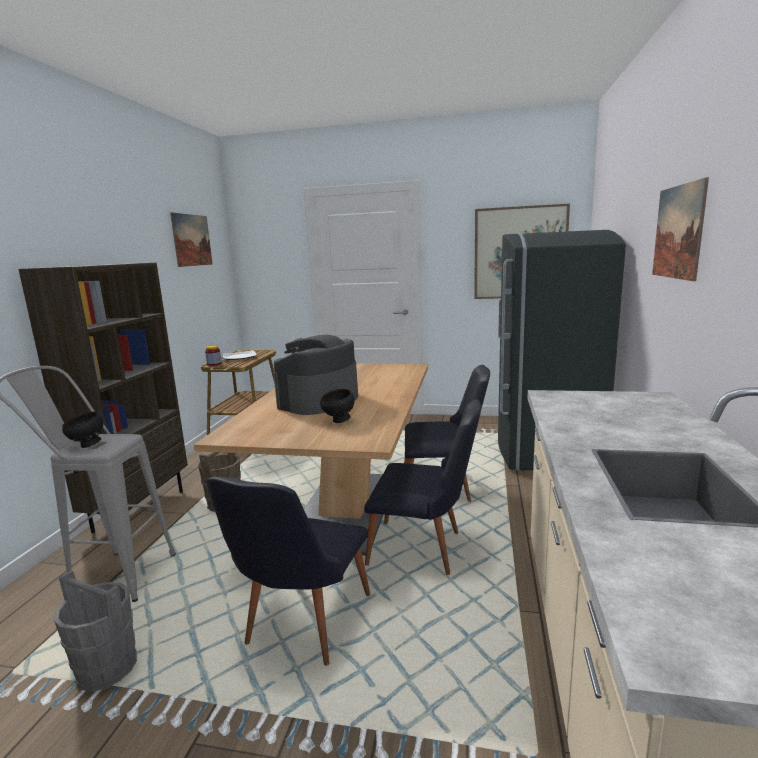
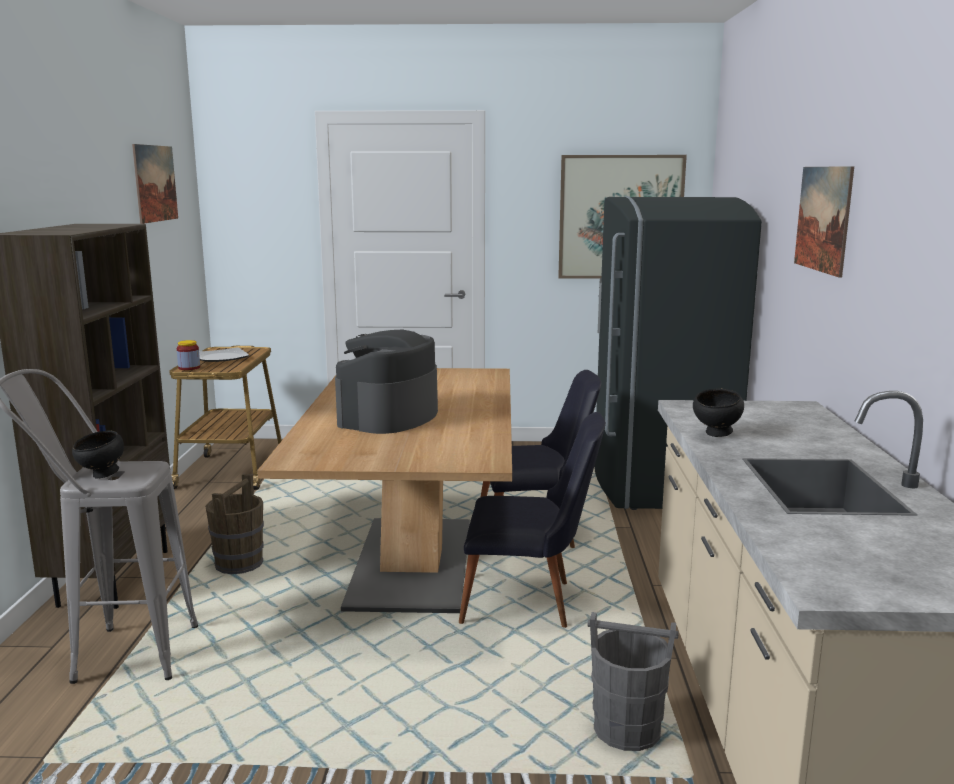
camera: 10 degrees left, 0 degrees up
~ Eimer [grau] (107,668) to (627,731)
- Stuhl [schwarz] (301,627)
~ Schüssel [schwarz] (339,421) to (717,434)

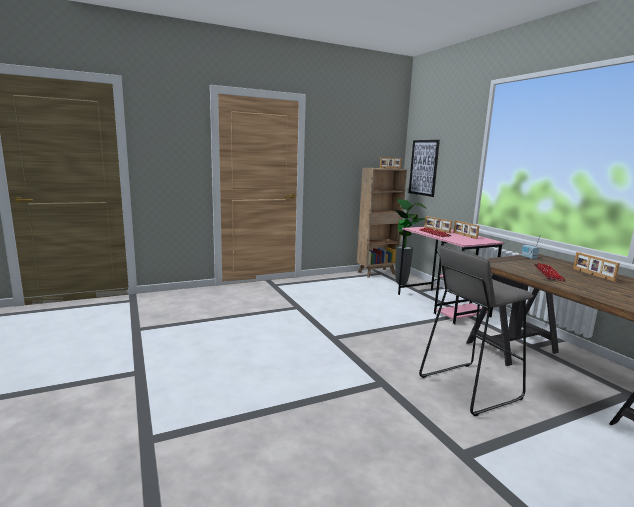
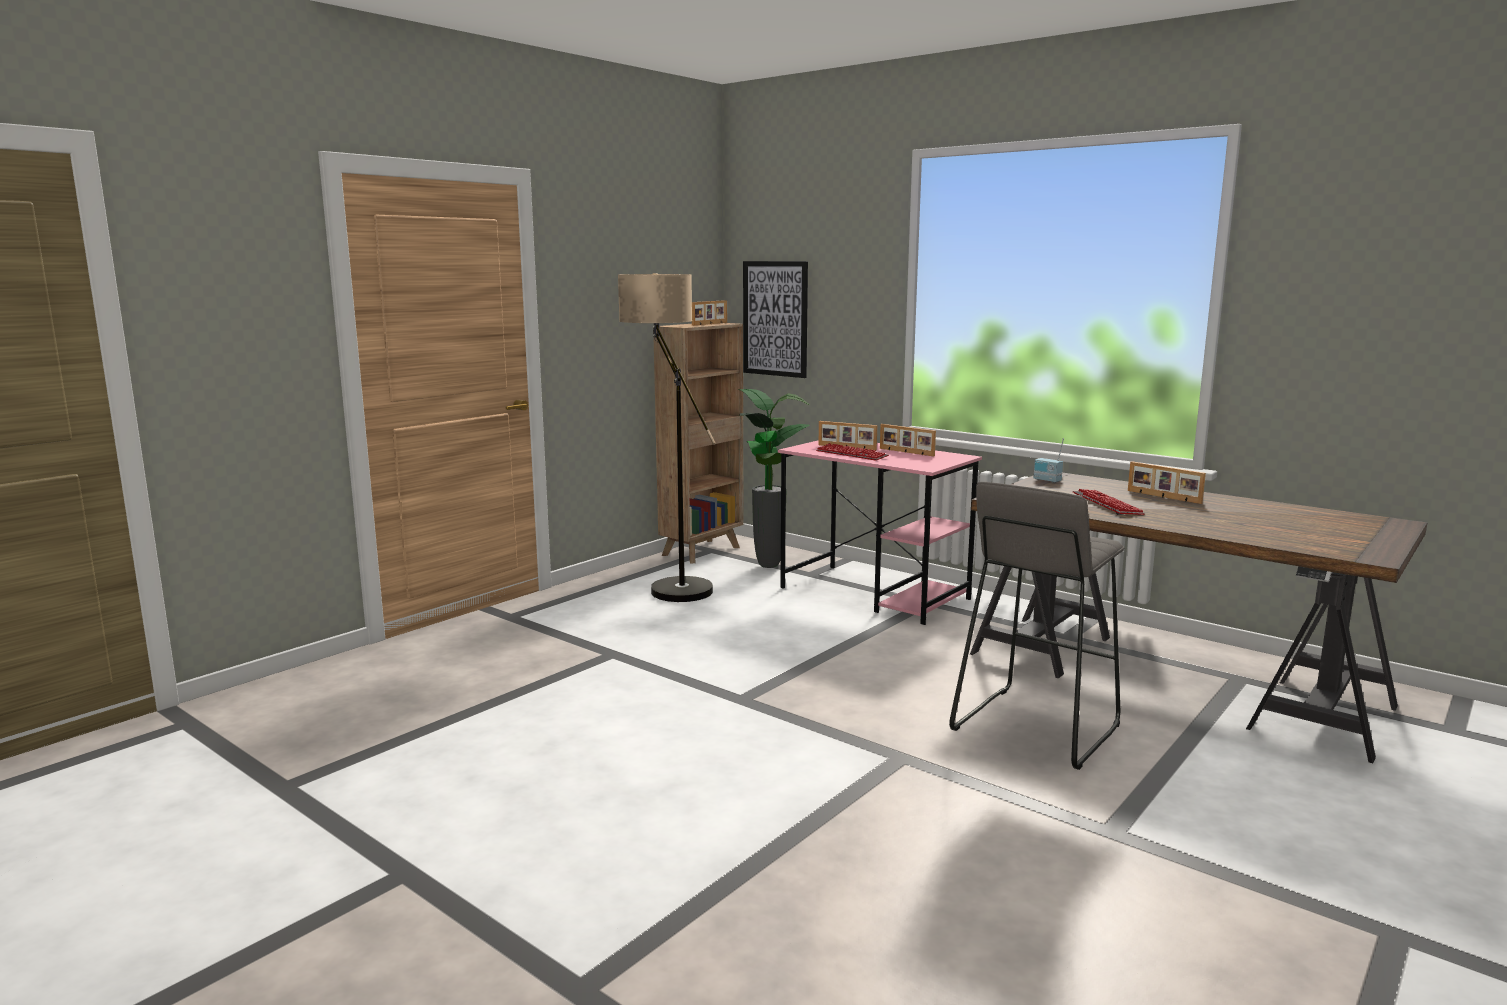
camera: 25 degrees left, 0 degrees up
+ Stehlampe (671,584)

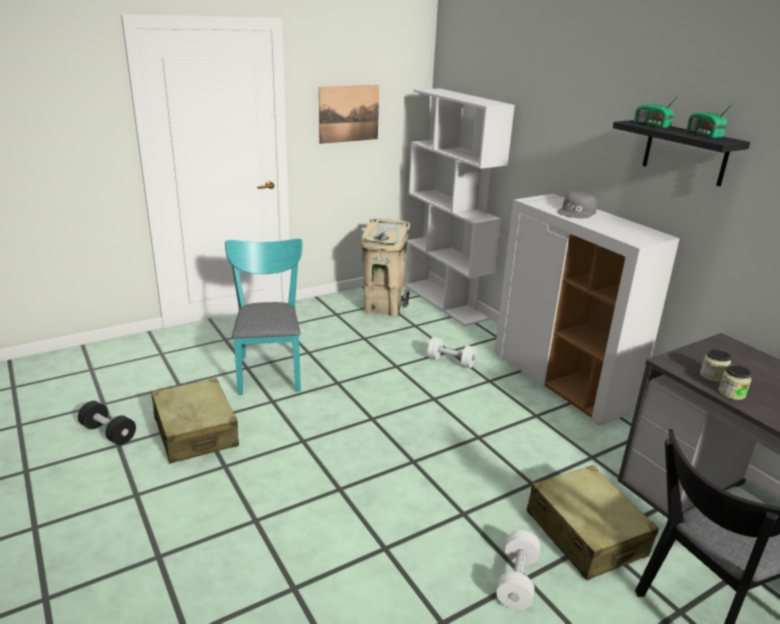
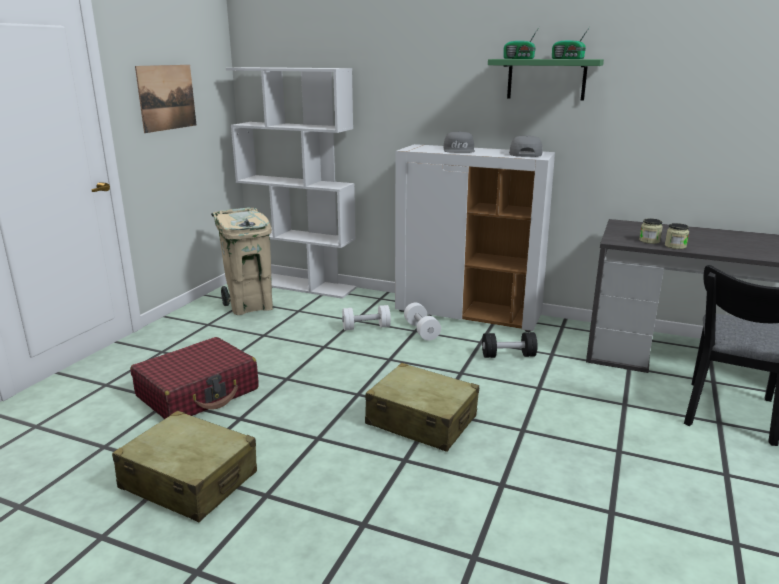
camera: 35 degrees left, 5 degrees down
~ Hantel [schwarz] (108,433) to (508,355)
~ Stuhl [türkis] (269,369) to Koffer [rot] (198,393)
~ Hantel [weiß] (517,580) to (421,331)
~ Koffer [beige] (585,534) to (421,421)
~ Wandregal [schwarz] (685,153) to Wandregal [grün] (546,79)
+ Kappe [grau] (524,154)

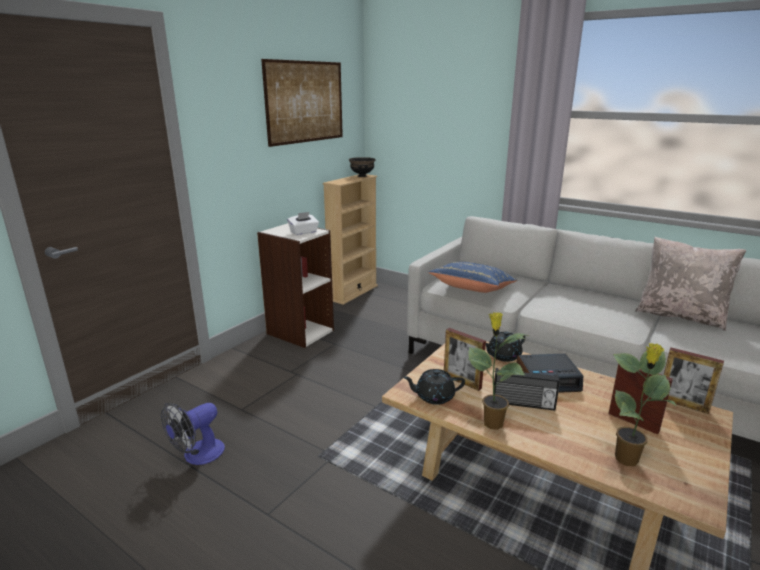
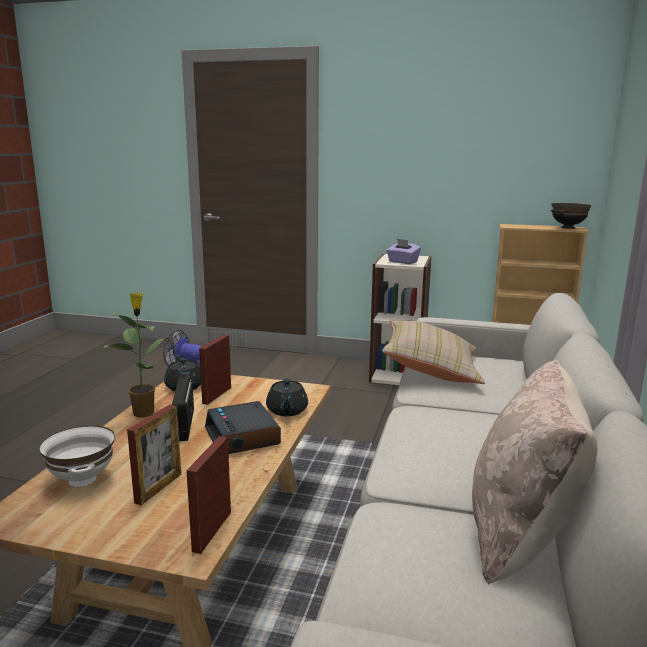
camera: 70 degrees right, 5 degrees down
- Bild (305,102)
~ Taschentuchbox [weiß] (304,232) to Taschentuchbox [lila] (402,262)
~ Kissen [blau] (472,290) to Kissen [beige] (431,370)
~ Teekanne [schwarz] (503,356) = (286,411) 135 degrees counterclockwise
~ Topfpflanze (627,460) to Schüssel [weiß] (83,480)

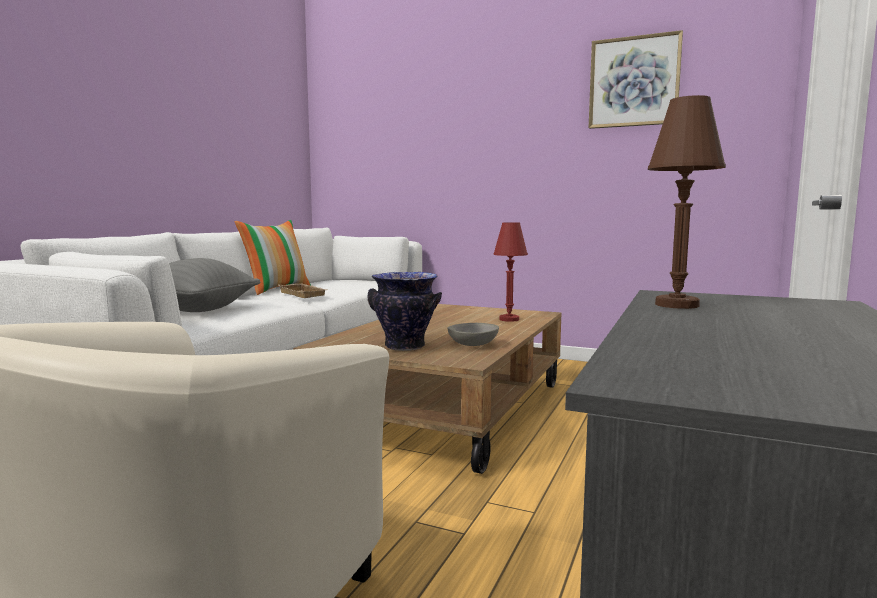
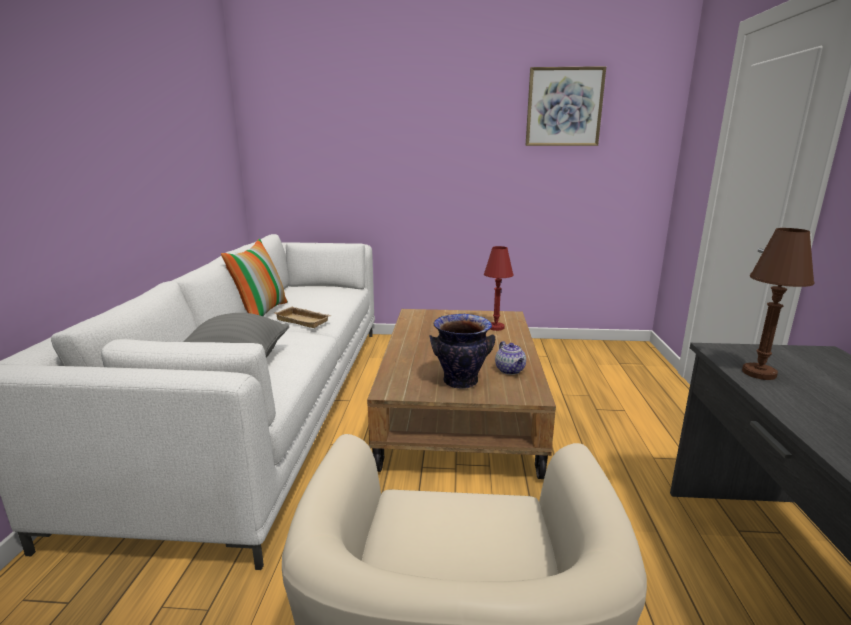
camera: 20 degrees left, 10 degrees up
~ Schüssel [grau] (473,345) to Teekanne (510,370)

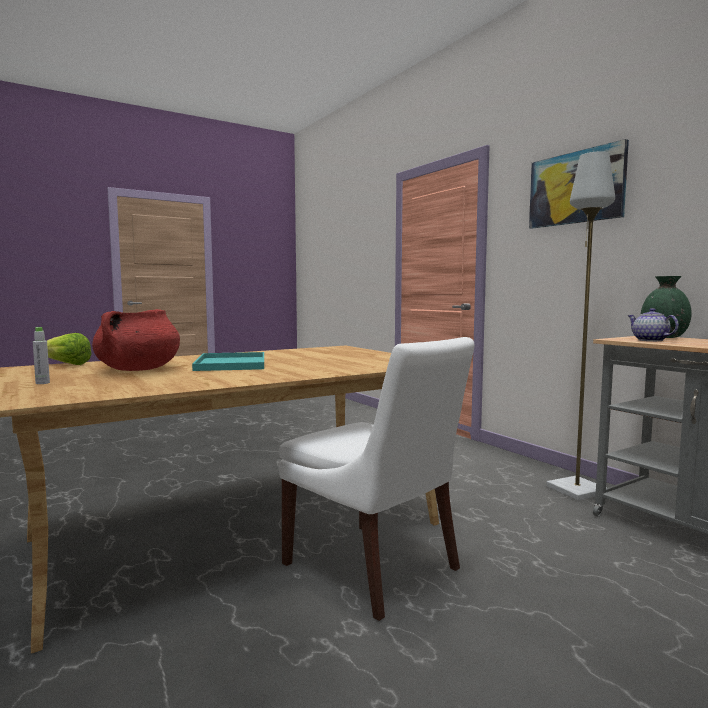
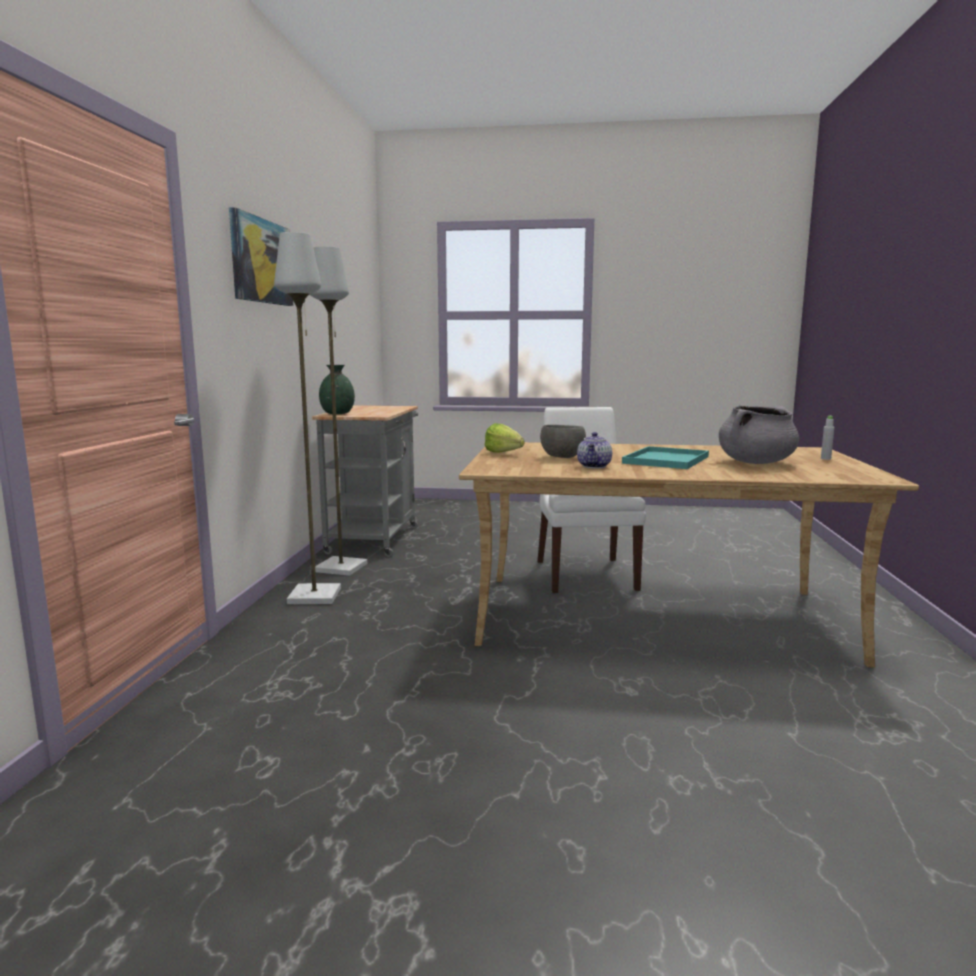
camera: 140 degrees left, 5 degrees up
~ Salatkopf (63,364) to (506,454)
~ Kochtopf [rot] (138,370) to Kochtopf [grau] (756,463)
~ Teekanne (649,340) to (595,466)
+ Stehlampe [grau] (315,596)
+ Schüssel [grau] (563,457)

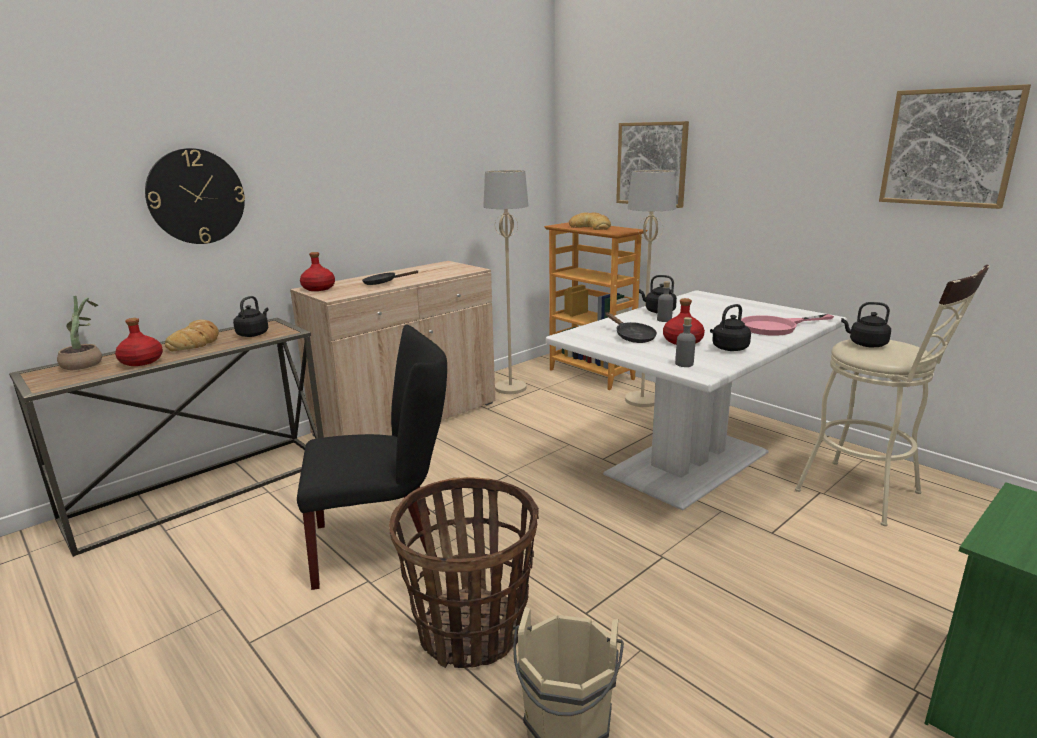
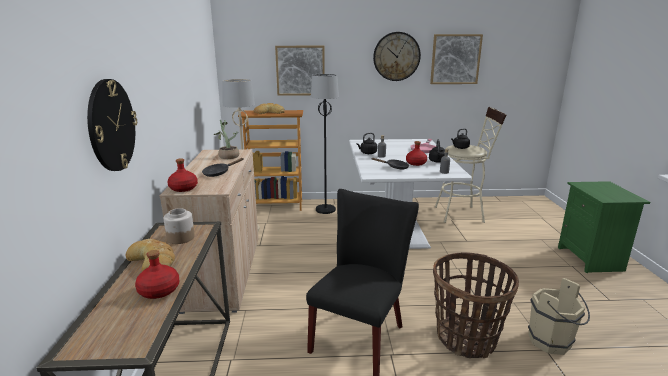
camera: 50 degrees left, 0 degrees up
~ Topfpflanze (85,363) to (227,156)
~ Wasserkessel [schwarz] (254,334) to Vorratsglas (180,238)
~ Stehlampe [beige] (642,400) to Stehlampe [schwarz] (325,209)
+ Wanduhr (396,56)

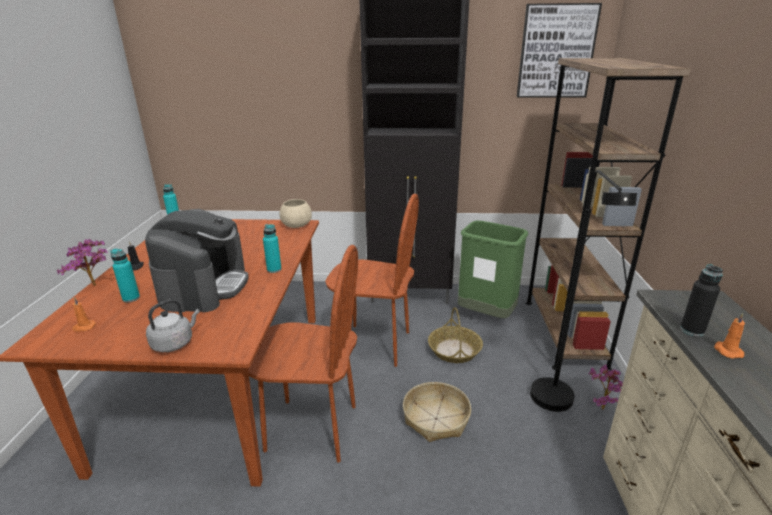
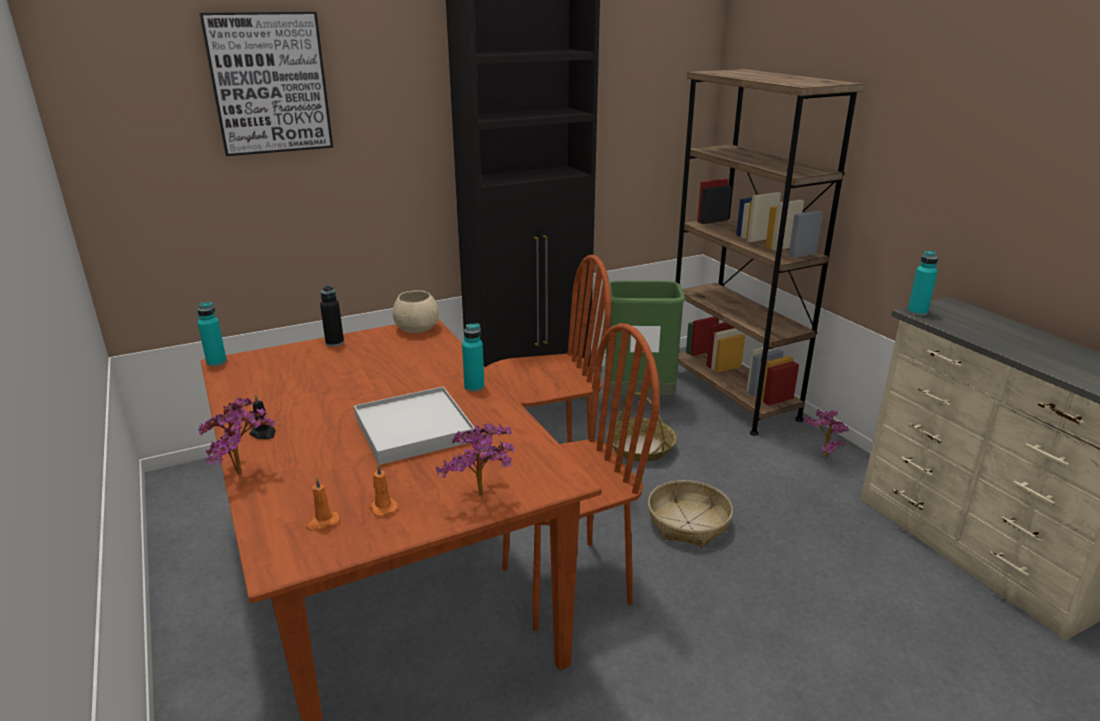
camera: 30 degrees left, 0 degrees up
~ Flasche [türkis] (131,298) to (917,312)
~ Kaffeemaschine (204,286) to Tablett [weiß] (413,429)
~ Wasserkessel [grau] (174,343) to Topfpflanze (483,498)
~ Bild (556,51) to (269,83)
- Stehlampe [schwarz] (556,405)
~ Flasche [schwarz] (692,330) to (334,343)
~ Kerze [orange] (727,351) to (382,507)

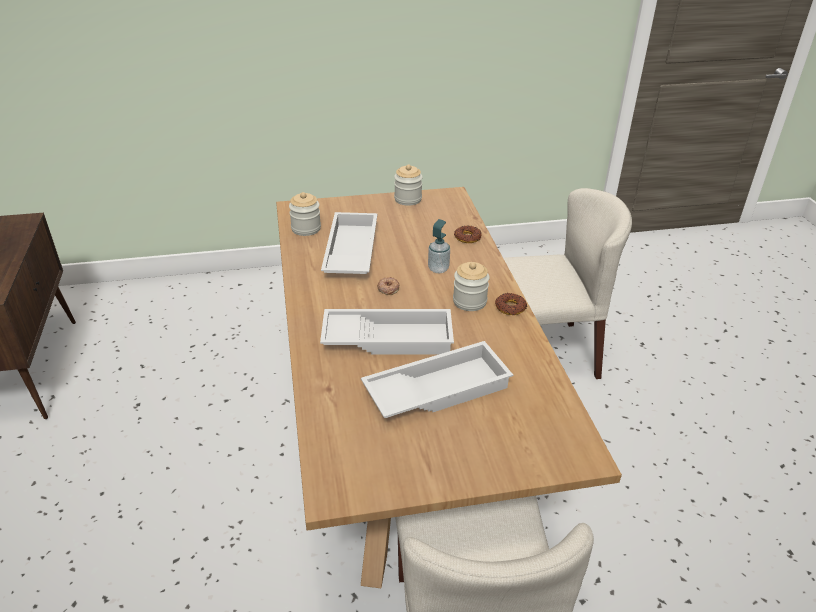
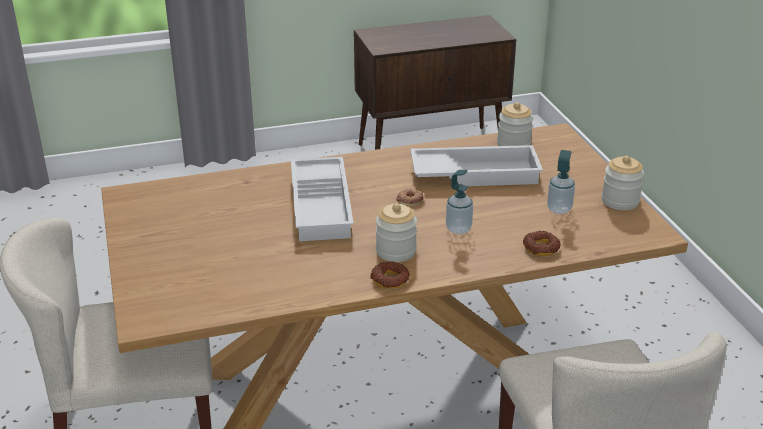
camera: 85 degrees right, 5 degrees down
- Tablett [weiß] (437,388)
+ Seifenspender (559,209)

